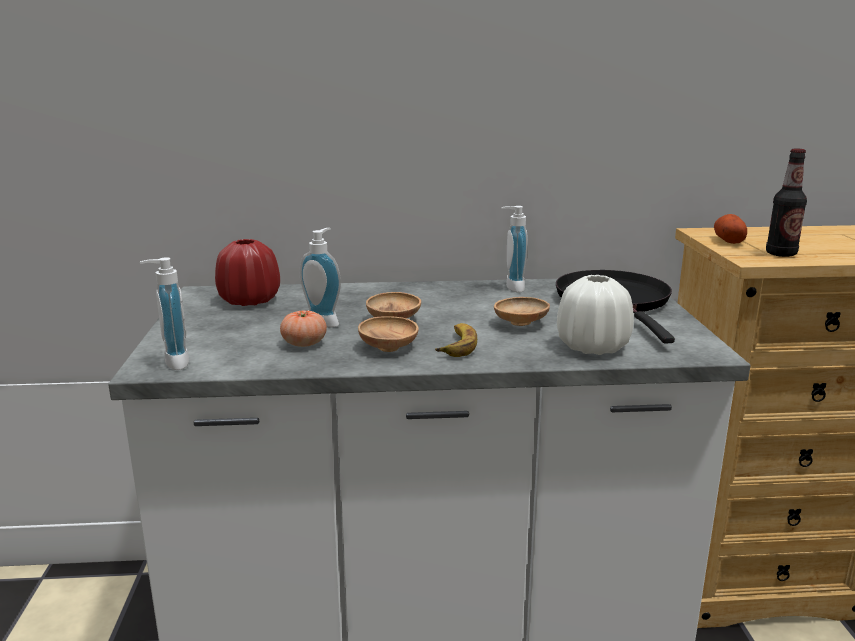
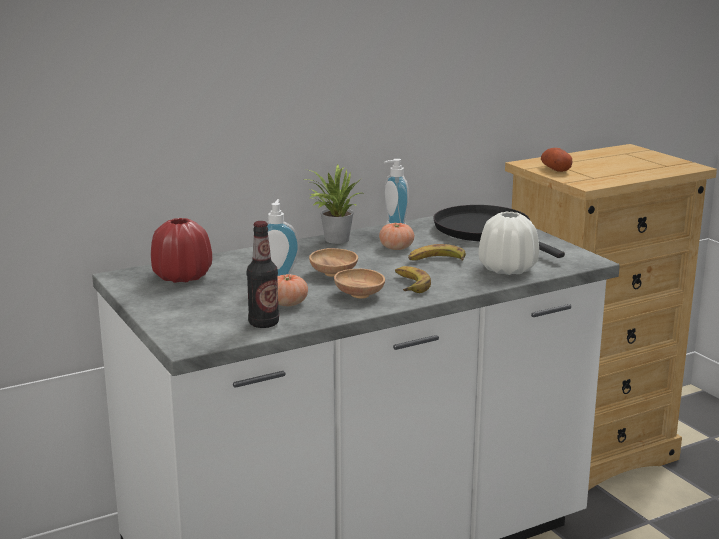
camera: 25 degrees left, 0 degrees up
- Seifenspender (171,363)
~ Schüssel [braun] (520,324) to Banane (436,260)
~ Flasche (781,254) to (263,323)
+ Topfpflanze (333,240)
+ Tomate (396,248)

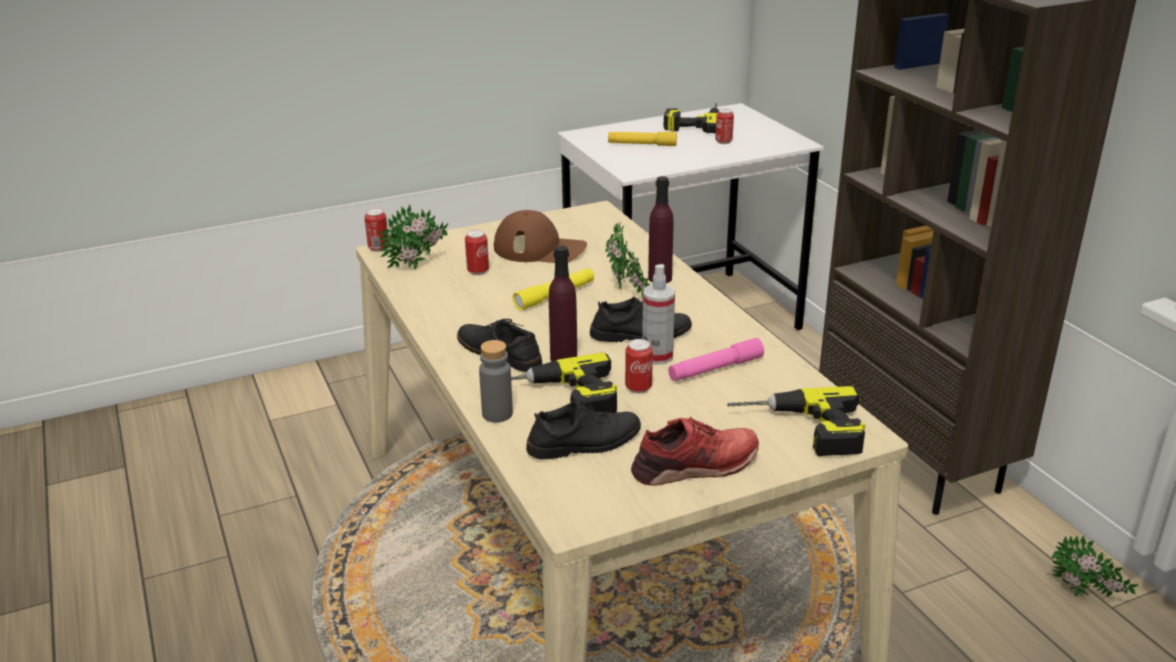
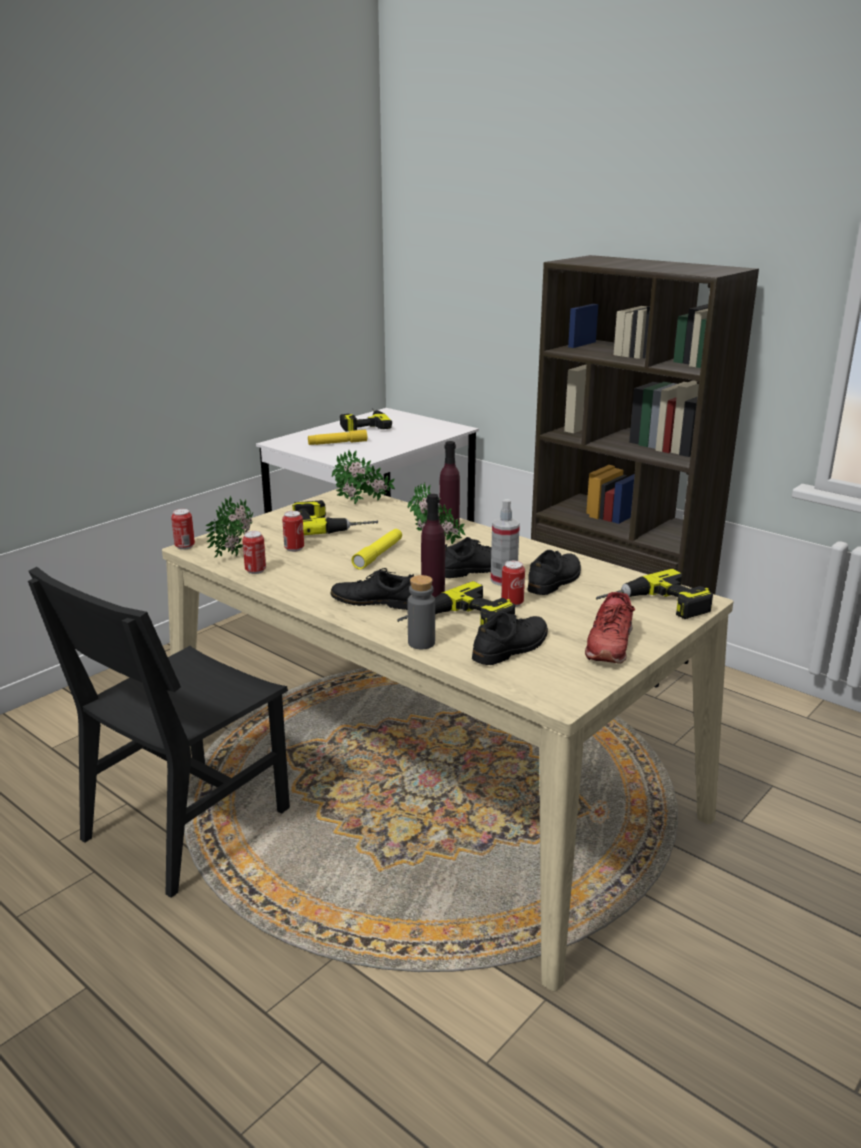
camera: 25 degrees left, 5 degrees down
~ Kappe [braun] (540,249) to Bohrmaschine (330,525)
~ Schuh [rot] (695,466) = (609,644) 150 degrees clockwise
~ Taschenlampe [rosa] (715,369) to Schuh [schwarz] (555,580)
~ Dose (723,142) to (255,570)
~ Topfpflanze (1085,596) to (363,503)
+ Stuhl [schwarz] (186,824)

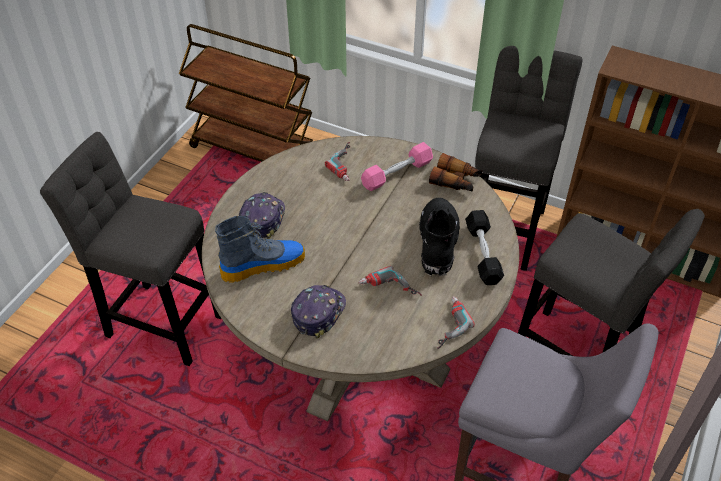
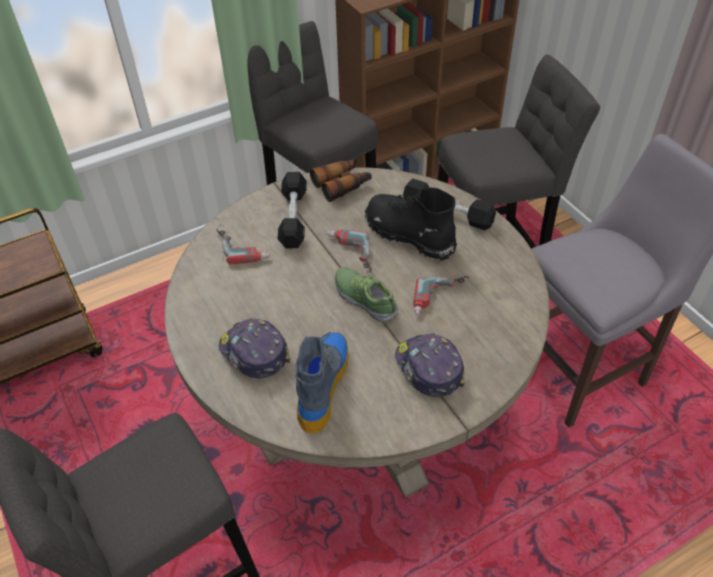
camera: 55 degrees left, 0 degrees up
~ Hantel [rosa] (397,173) to Hantel [schwarz] (293,218)
~ Bohrmaschine (446,324) to (348,254)
+ Schuh (365,298)

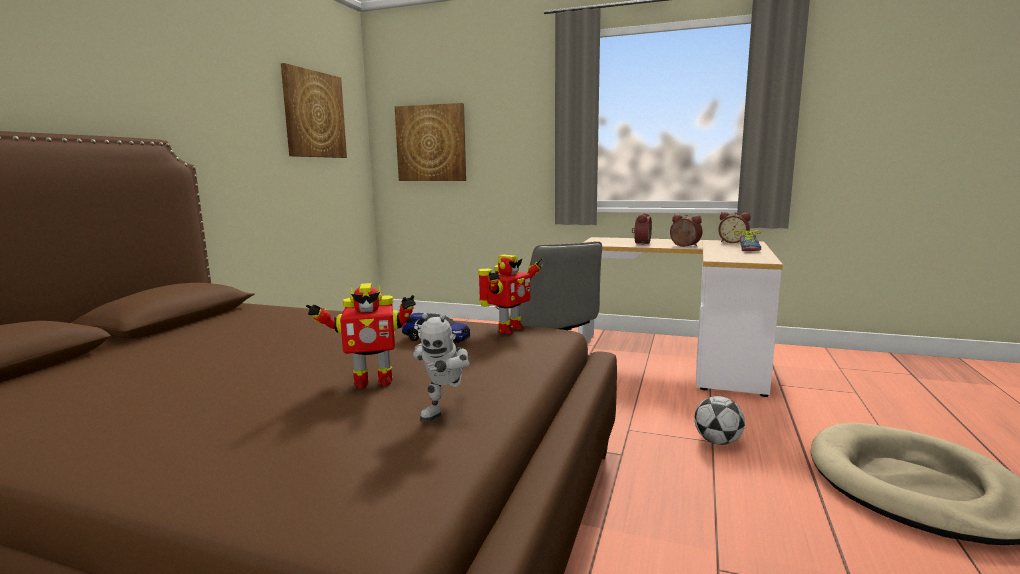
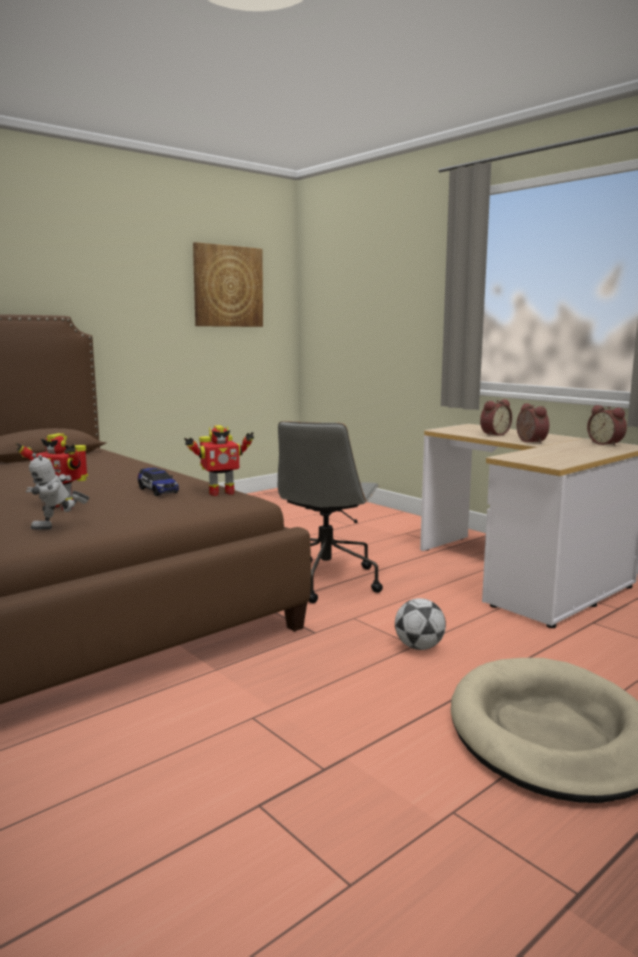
camera: 30 degrees right, 0 degrees up
- Bild (431,143)
- Schuh (749,249)

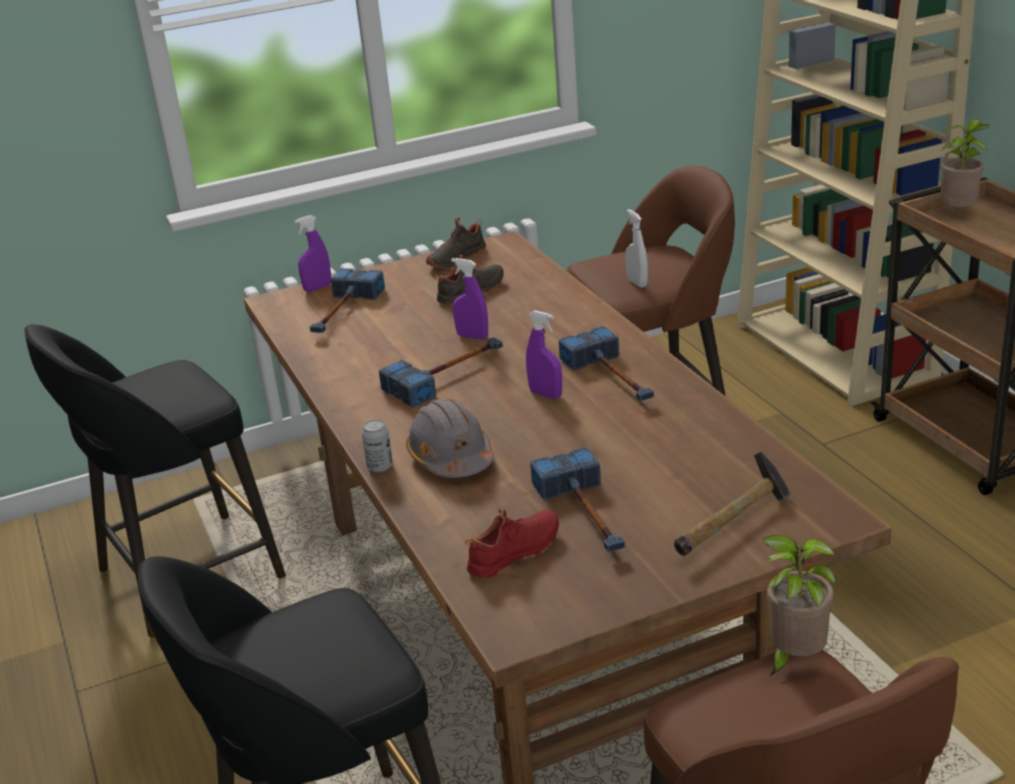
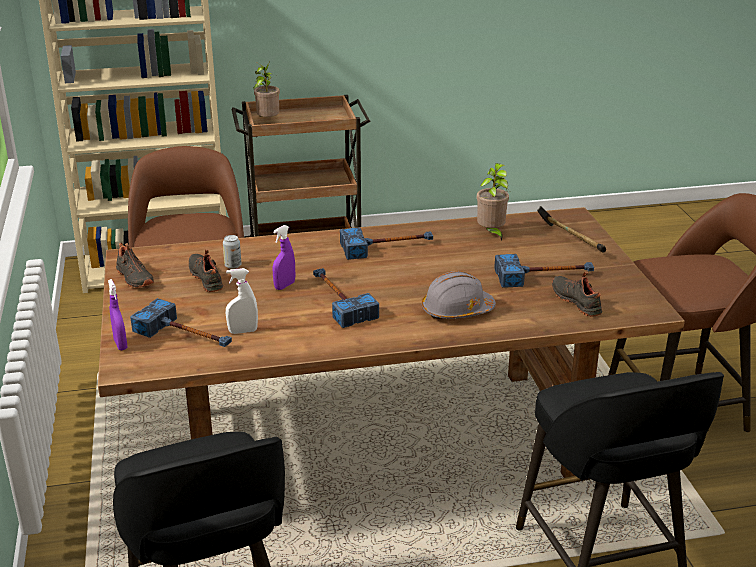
camera: 80 degrees left, 0 degrees up
~ Dose (380,466) to (233,265)
~ Schuh [rot] (516,554) to Schuh [schwarz] (577,301)
- Sprühflasche [lila] (546,394)
~ Sprühflasche [weiß] (637,283) to (243,331)
~ Topfpflanze (794,658) to (491,233)

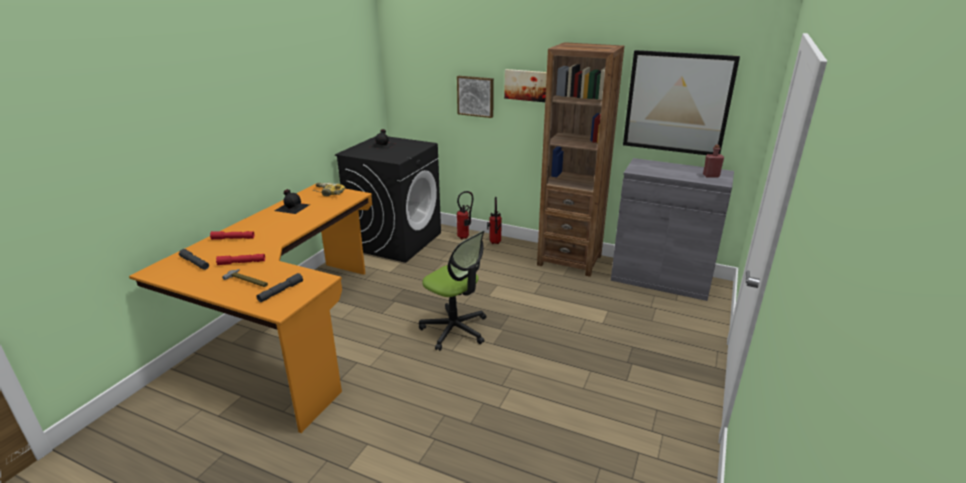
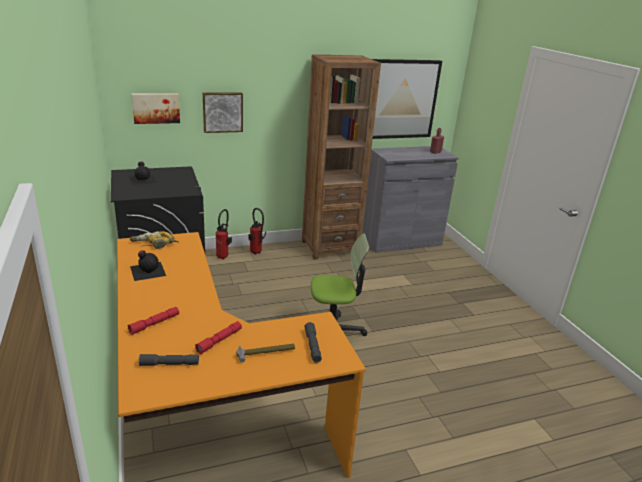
camera: 45 degrees left, 0 degrees up
~ Bild (526,85) to (156,108)

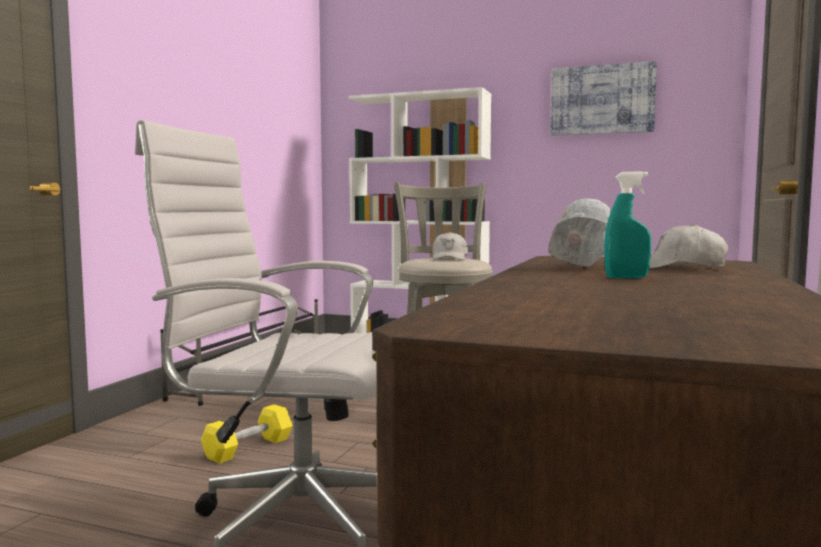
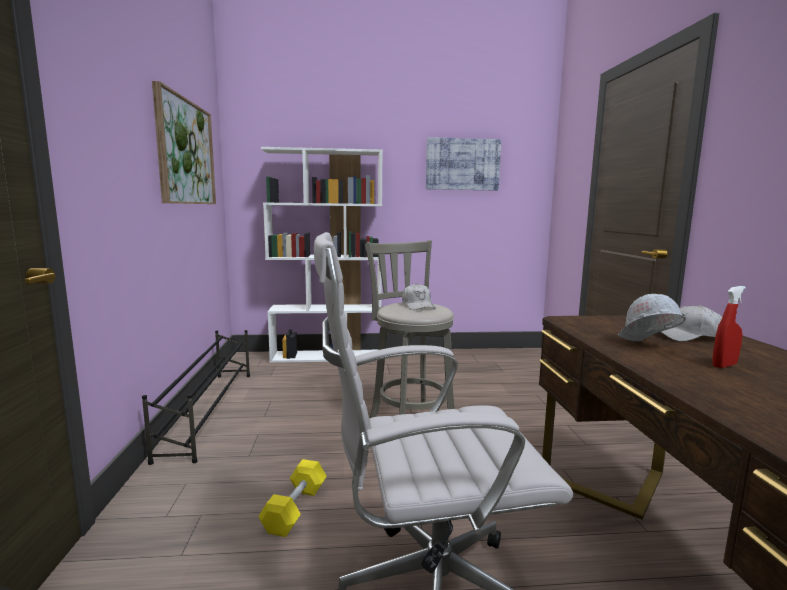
camera: 25 degrees left, 5 degrees up
~ Sprühflasche [türkis] (626,277) to Sprühflasche [rot] (724,365)
+ Bild (186,152)

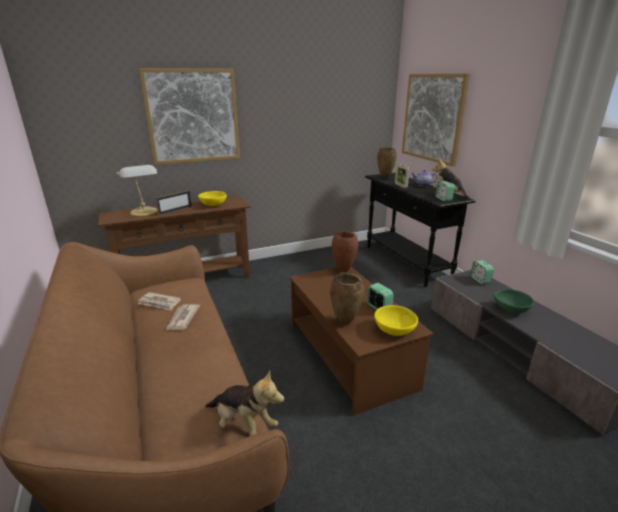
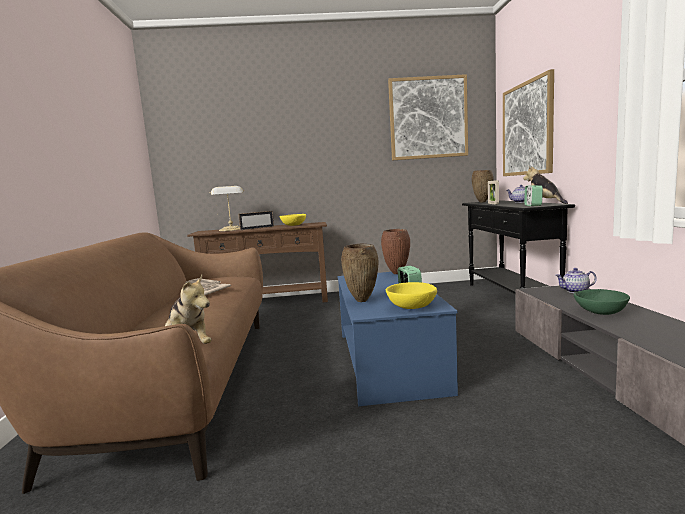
camera: 20 degrees right, 15 degrees down
~ Bild (193,116) to (428,118)
~ Couchtisch [braun] (349,354) to Couchtisch [blau] (389,360)
~ Wecker (480,280) to Teekanne (575,291)

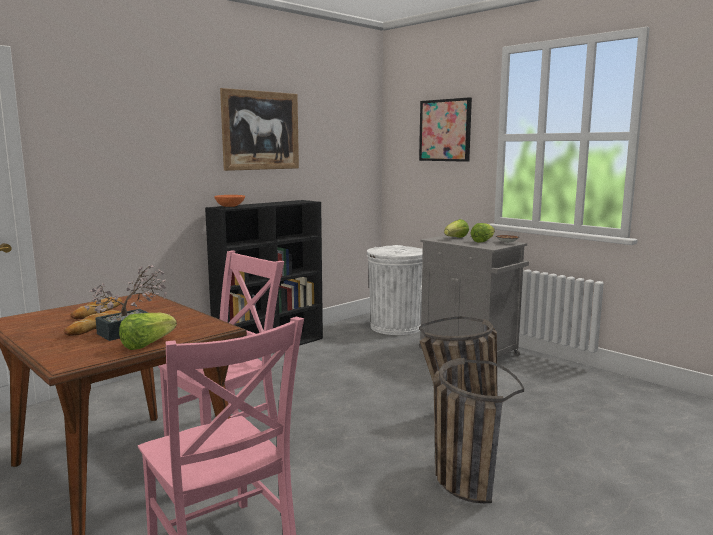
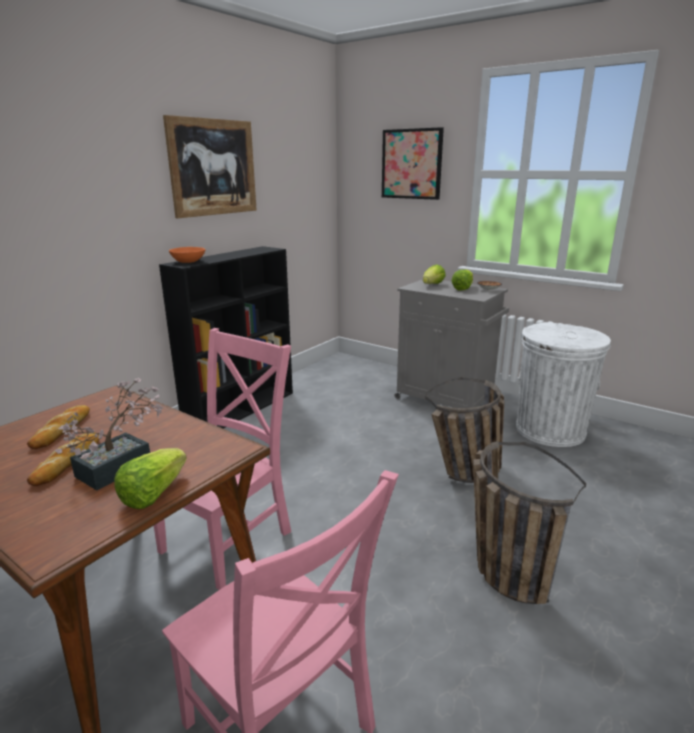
camera: 10 degrees left, 10 degrees up
~ Mülleimer [weiß] (396,327) to (550,430)

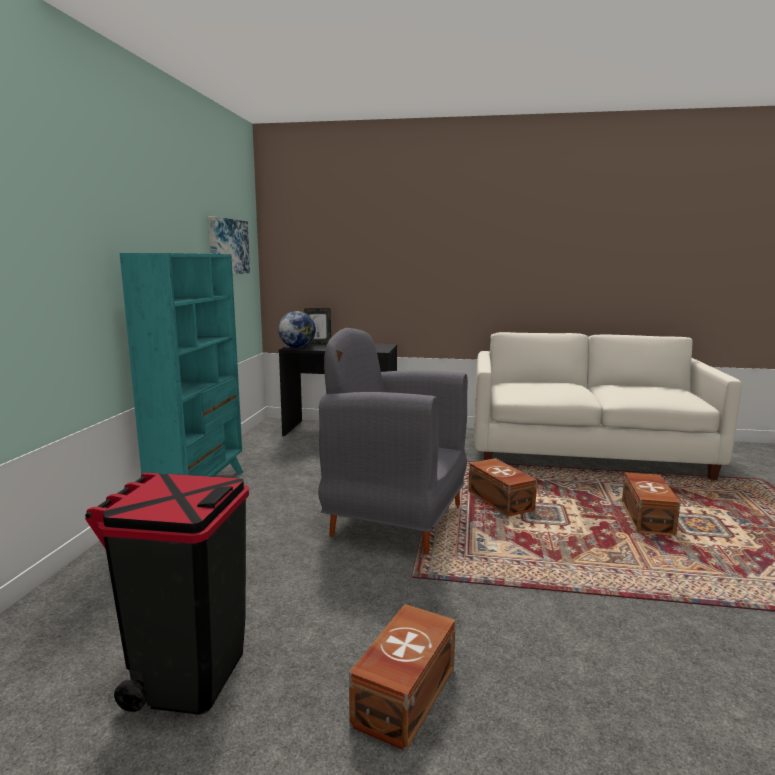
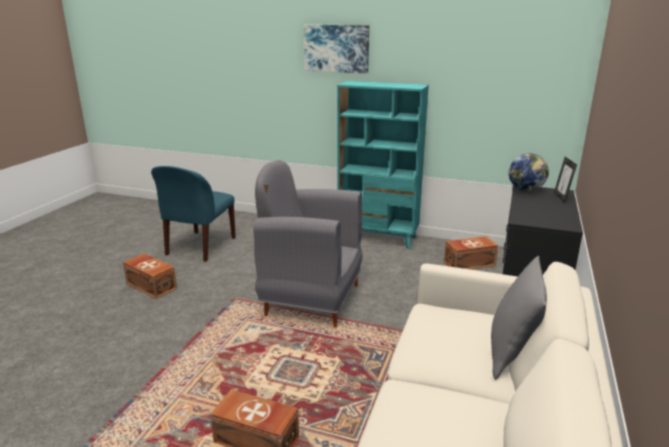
camera: 100 degrees right, 10 degrees up
~ Mülleimer [schwarz] (189,675) to Stuhl [blau] (200,247)
~ Bild (227,246) to (336,48)
~ Sessel [grau] (395,519) = (311,300) 105 degrees counterclockwise
~ Aufbewahrungsbox [braun] (500,502) to (468,263)
+ Kissen [grau] (511,353)

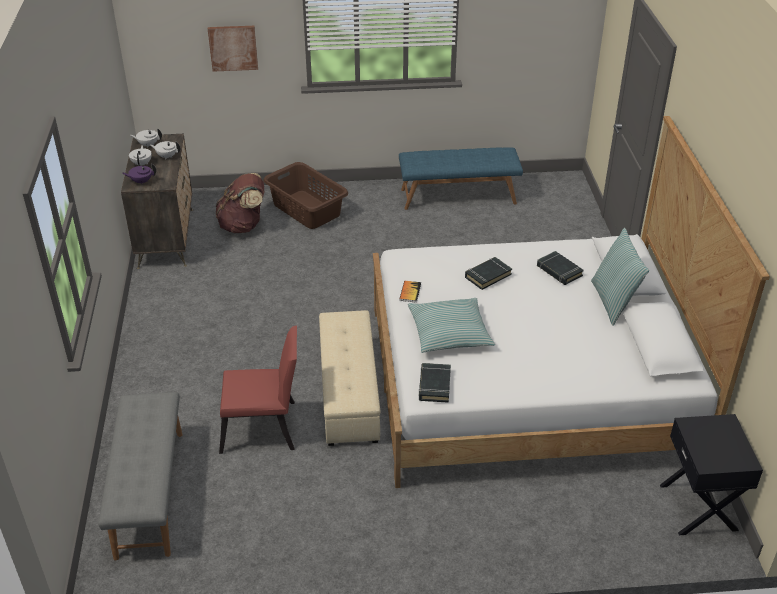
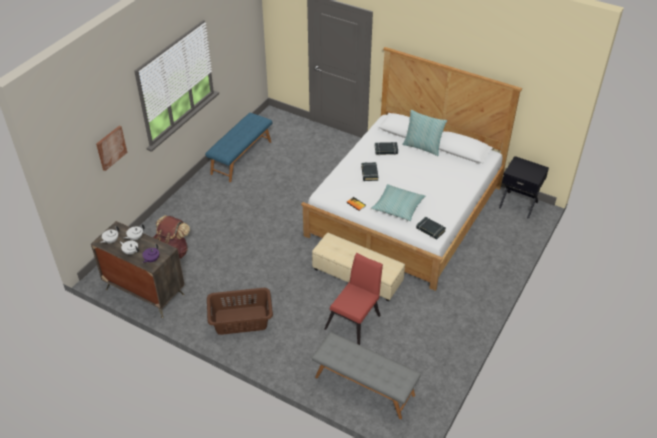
camera: 55 degrees left, 5 degrees up
~ Wäschekorb [braun] (306,210) to (241,320)

